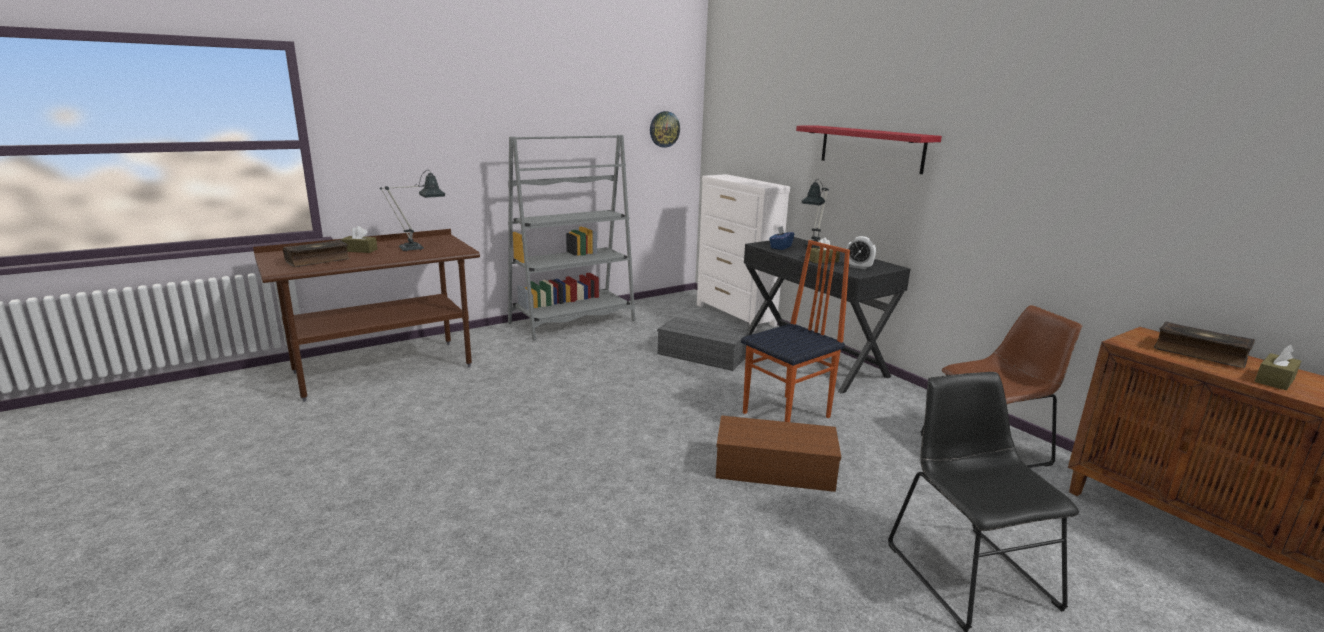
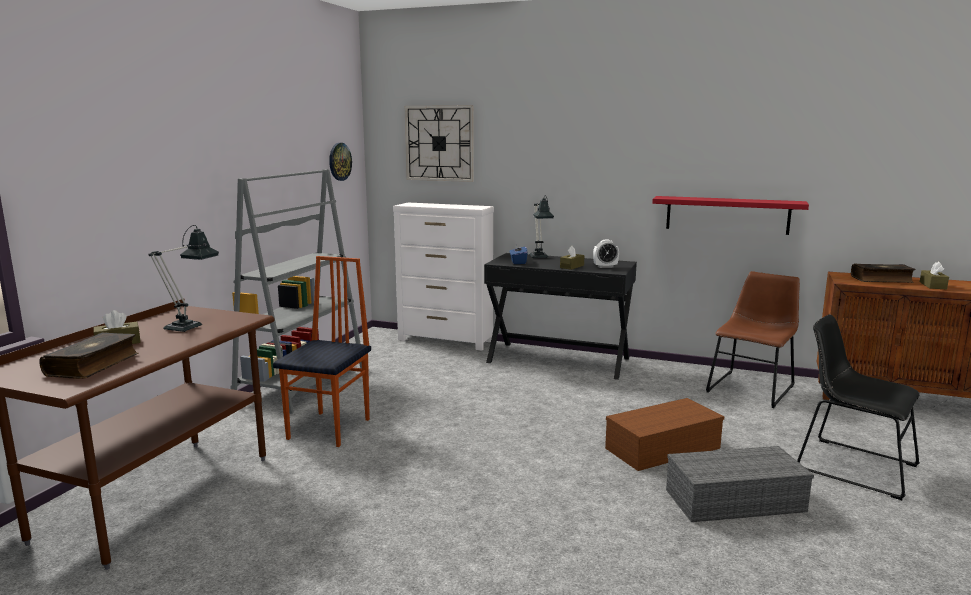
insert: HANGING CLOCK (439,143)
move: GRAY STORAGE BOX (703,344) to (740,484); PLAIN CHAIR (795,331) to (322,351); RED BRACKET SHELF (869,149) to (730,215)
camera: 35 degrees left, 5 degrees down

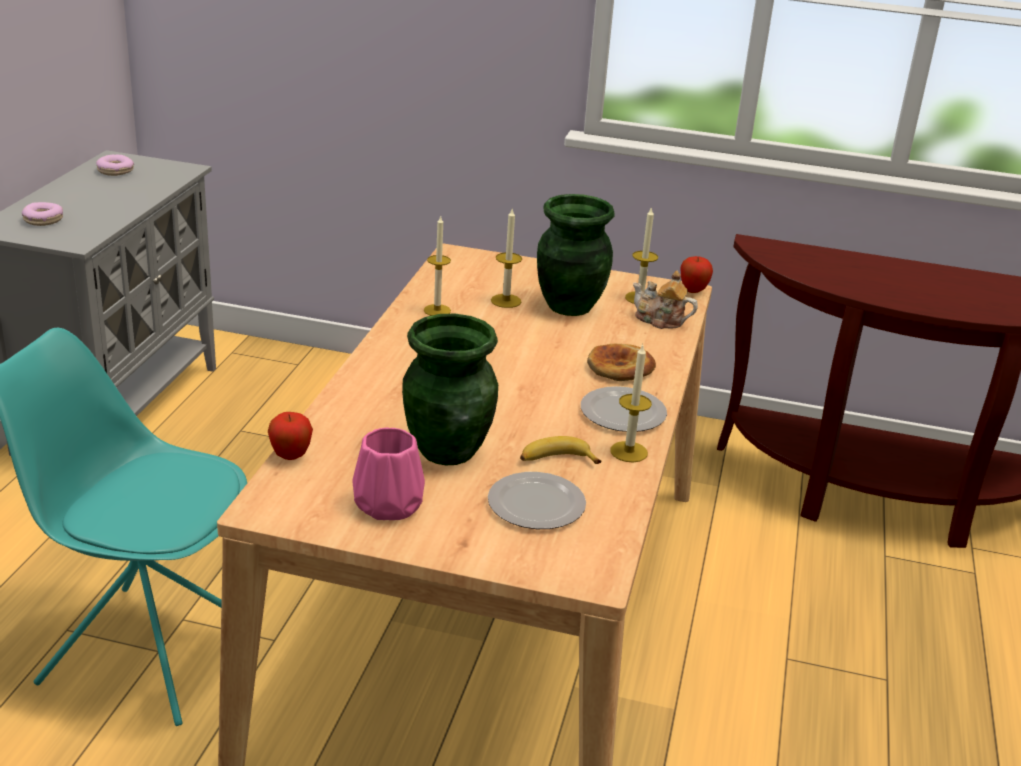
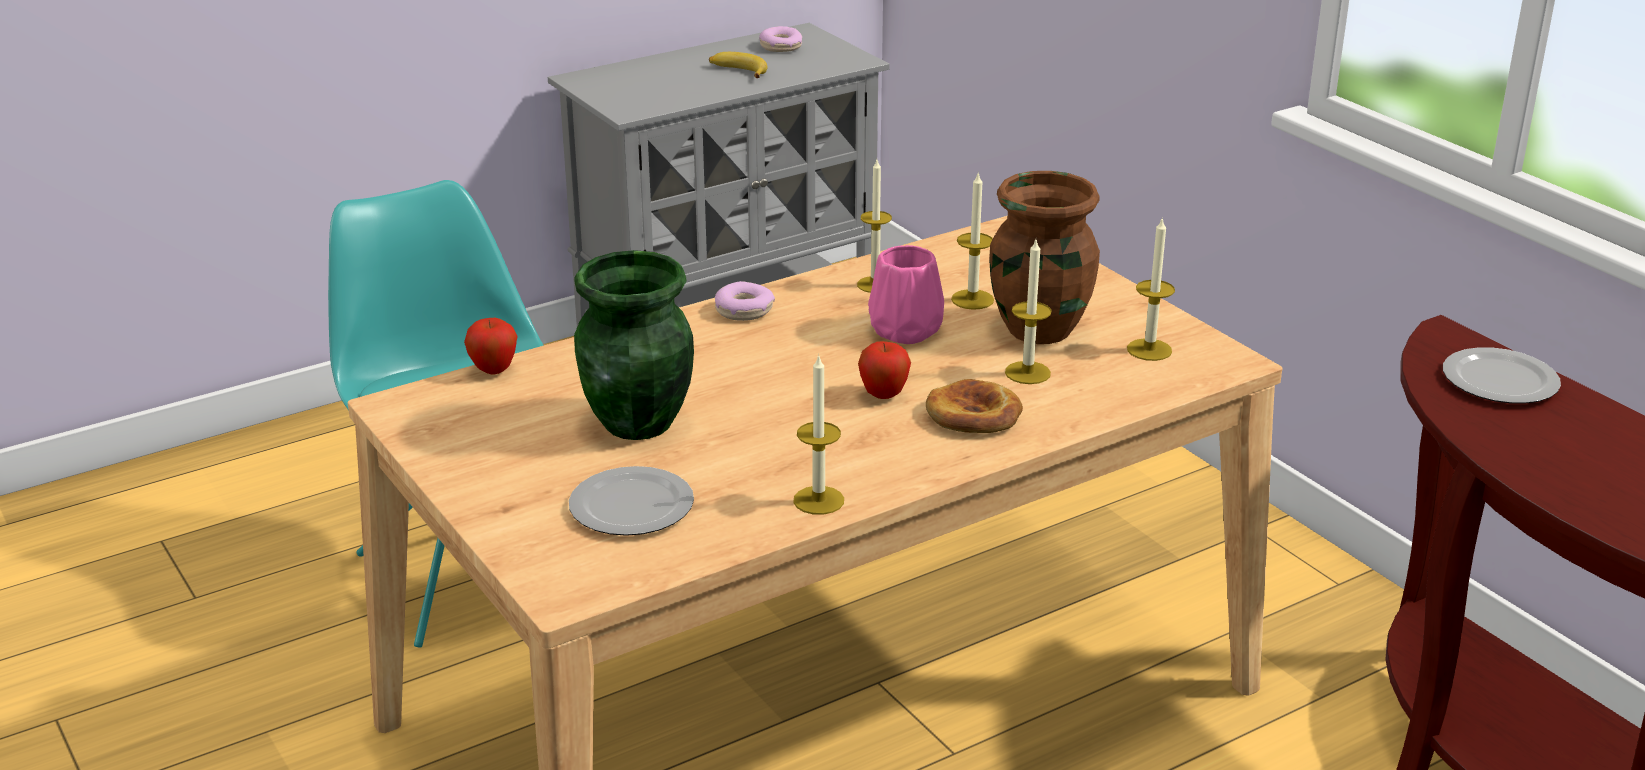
delete: POT FOR TEA (665,300)
insert: CANDLE (1028,312)
move: DONUT (42,214) to (745,301); PINKISH VASE (388,473) to (906,294); WHOLE BANANA (560,450) to (738,65); PLATE (624,409) to (1502,375); WHOLE APPLE (697,274) to (884,370)
recolor: GREEN VASE (576,255) to BROWN-COLOURED VASE (1044,257)
camera: 45 degrees right, 0 degrees up

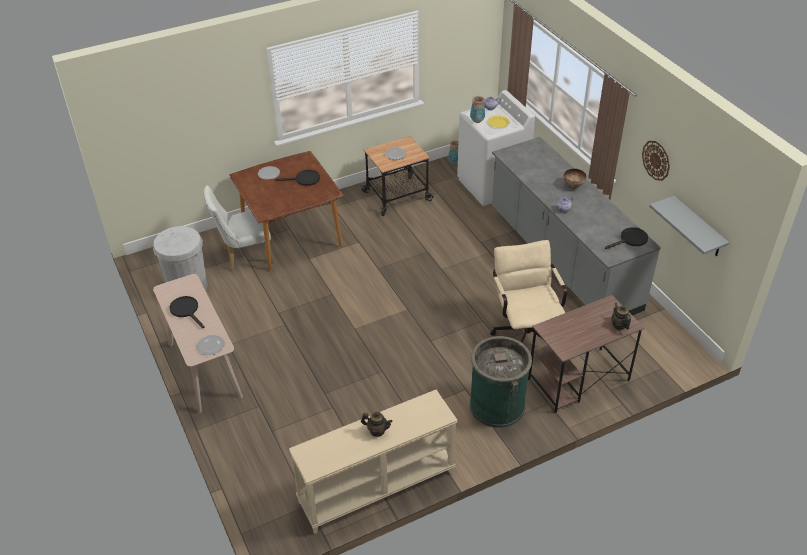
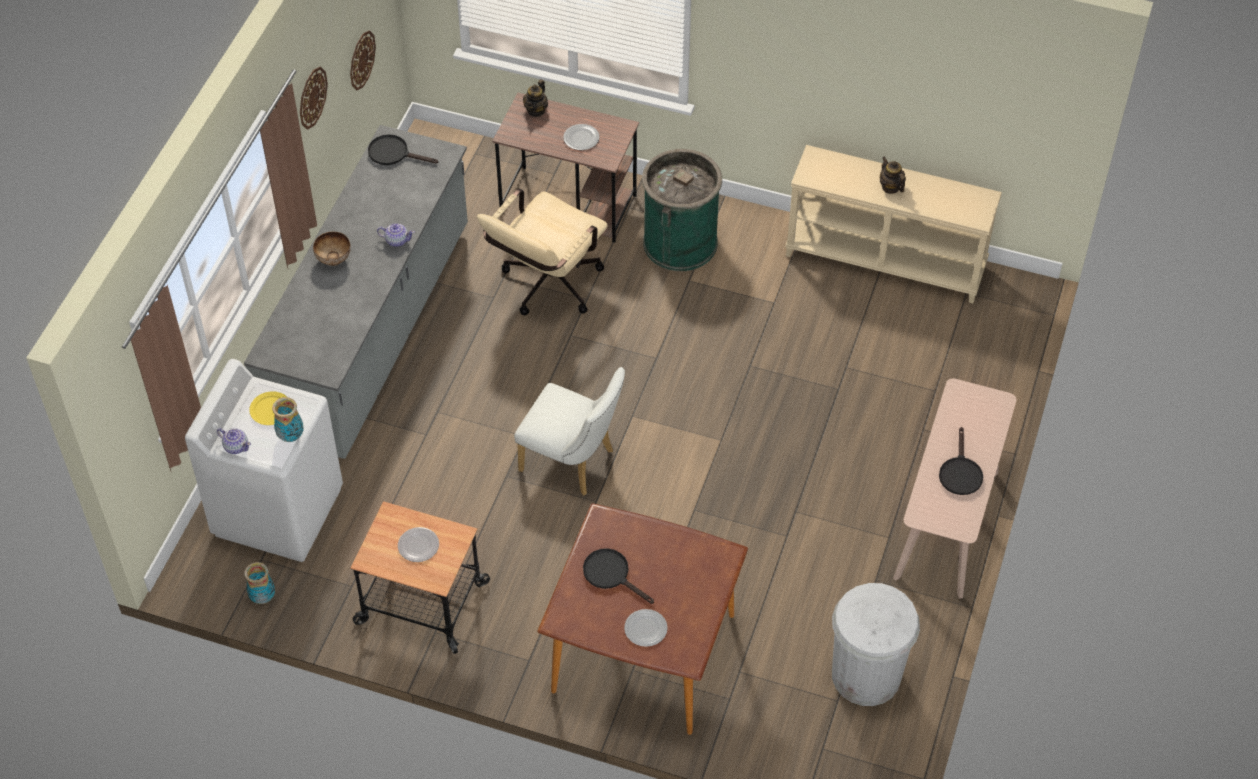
move: PLATE (210,345) to (581,137); WHITISH PLAIN CHAIR (238,227) to (569,431)
replace: GRAY BRACKET SHELF (689,226) to HANGING CLOCK (363,60)
camera: 135 degrees left, 10 degrees up

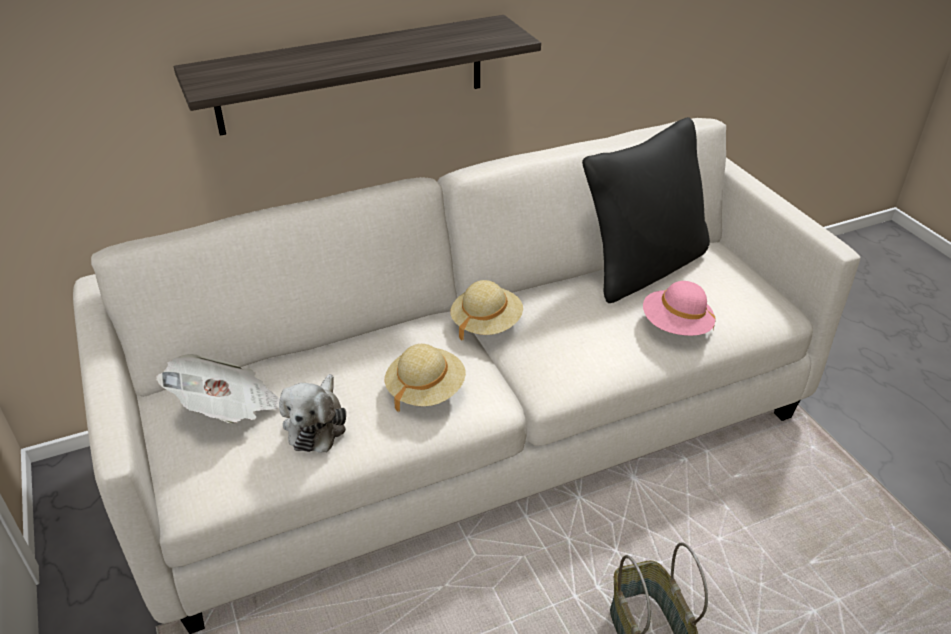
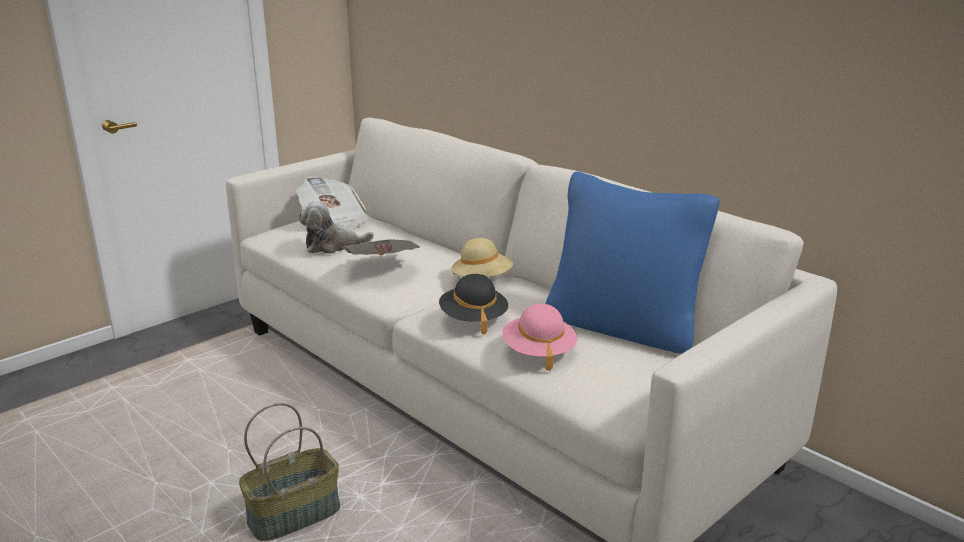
delete: BRACKET SHELF (357,75)
insert: BLACKISH CLOTHING HAT (473,304)
replace: SAND-COLOURED CLOTHING HAT (425,378) to NEWSPAPER (380,247)
recolor: BLACKISH CUSHION (646,210) to BLUE CUSHION (632,262)
camera: 70 degrees right, 15 degrees down

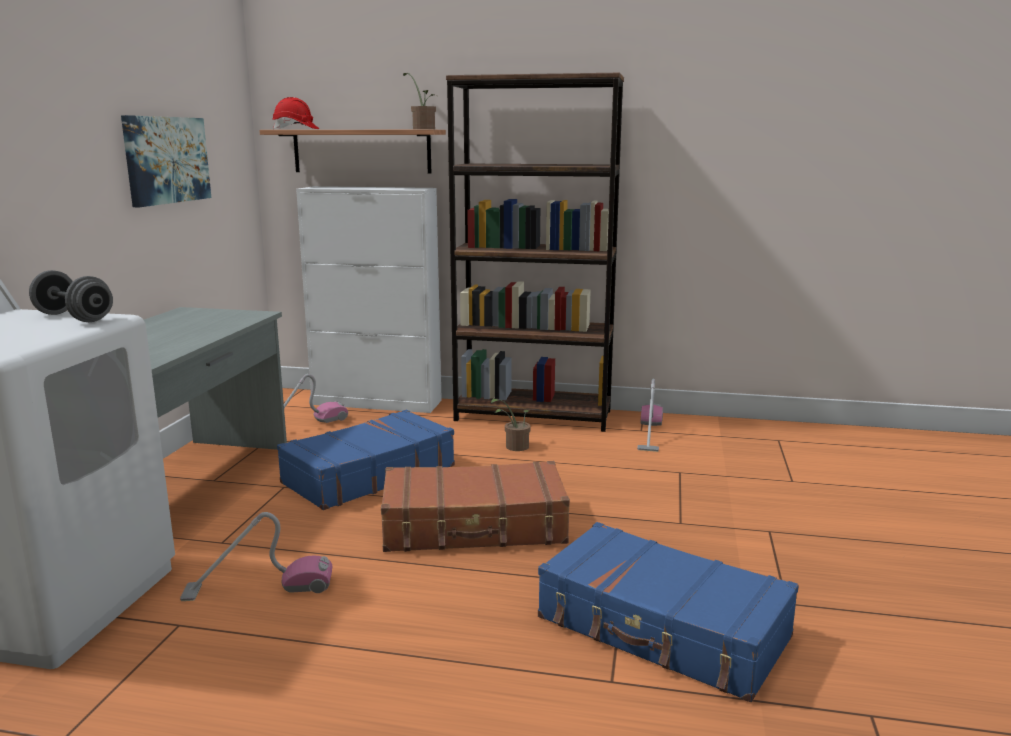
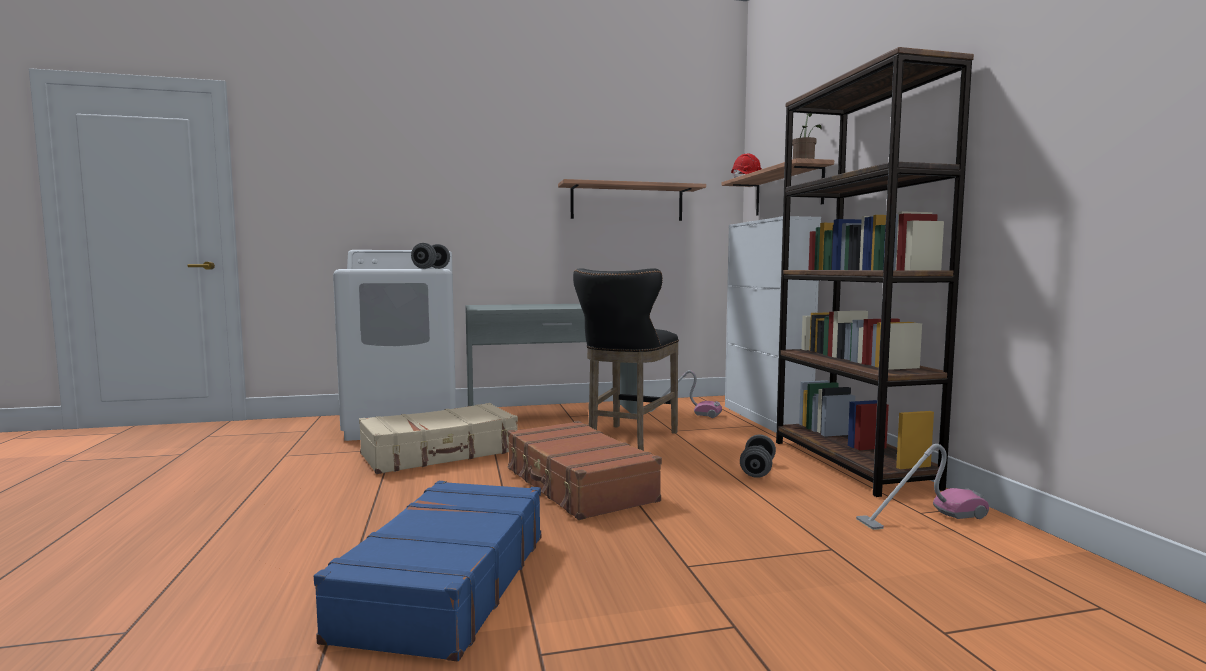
replace: WALL PICTURE (166,161) to BRACKET SHELF (632,200); VACUUM (256,556) to SAND-COLOURED PIECE OF LUGGAGE (438,438); BLUE PIECE OF LUGGAGE (366,460) to BLACKISH SITTING STOOL (626,359); POTTED PLANT (510,425) to GRAY DUMBBELL (758,456)
camera: 65 degrees right, 10 degrees down

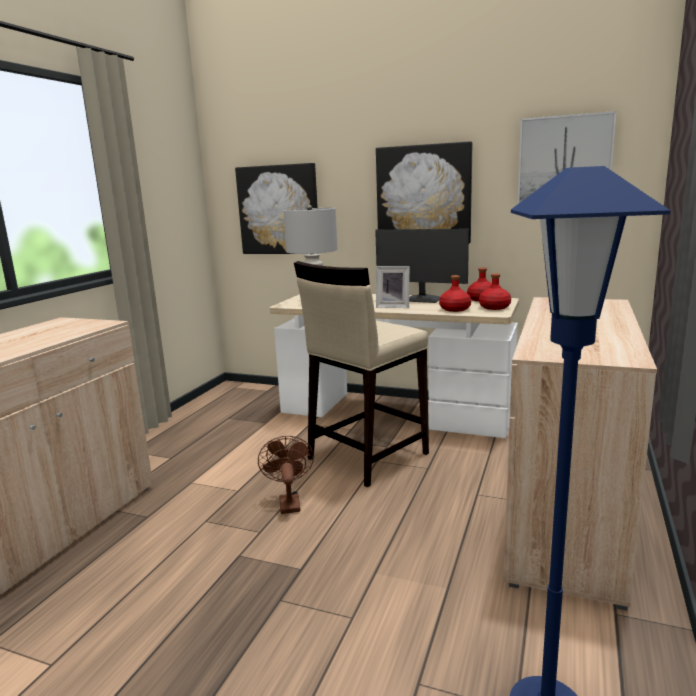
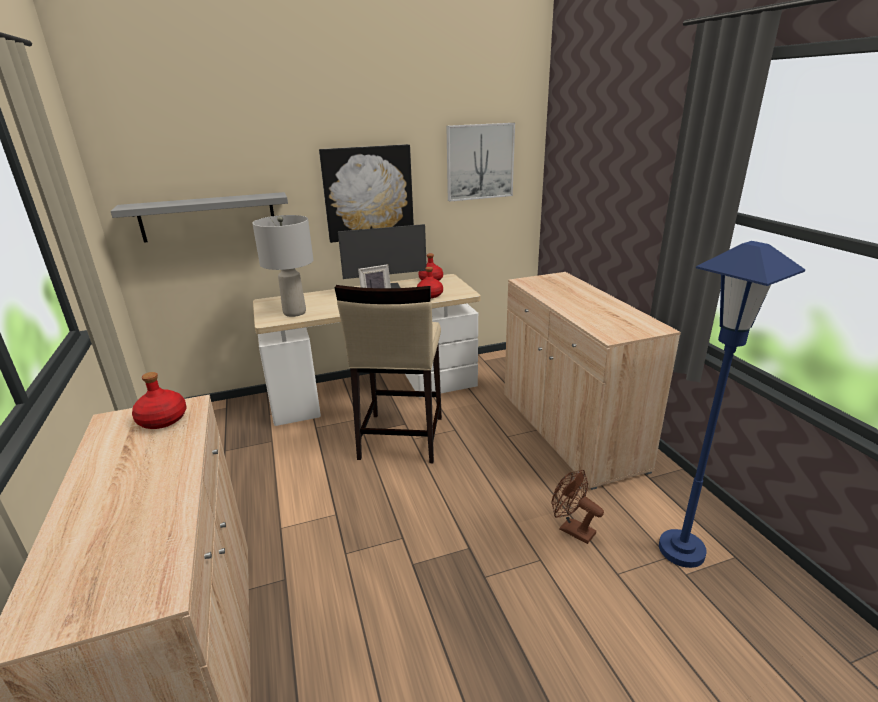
move: BROWN-COLOURED ELECTRIC FAN (286,475) to (577,507); RED DRINK BOTTLE (495,291) to (159,400)
replace: WALL PICTURE (277,208) to GRAY BRACKET SHELF (199,217)
camera: 40 degrees left, 10 degrees up

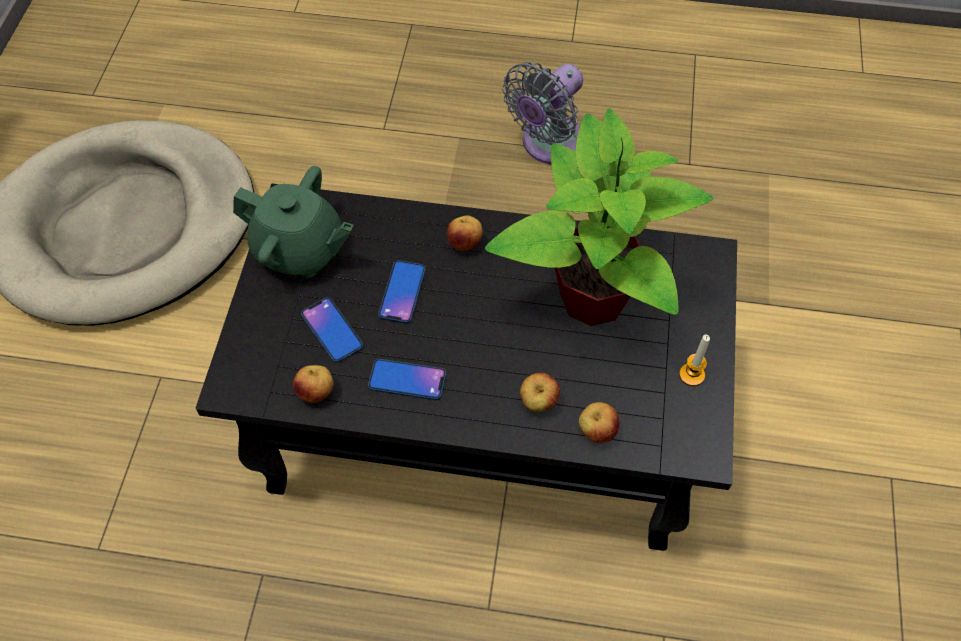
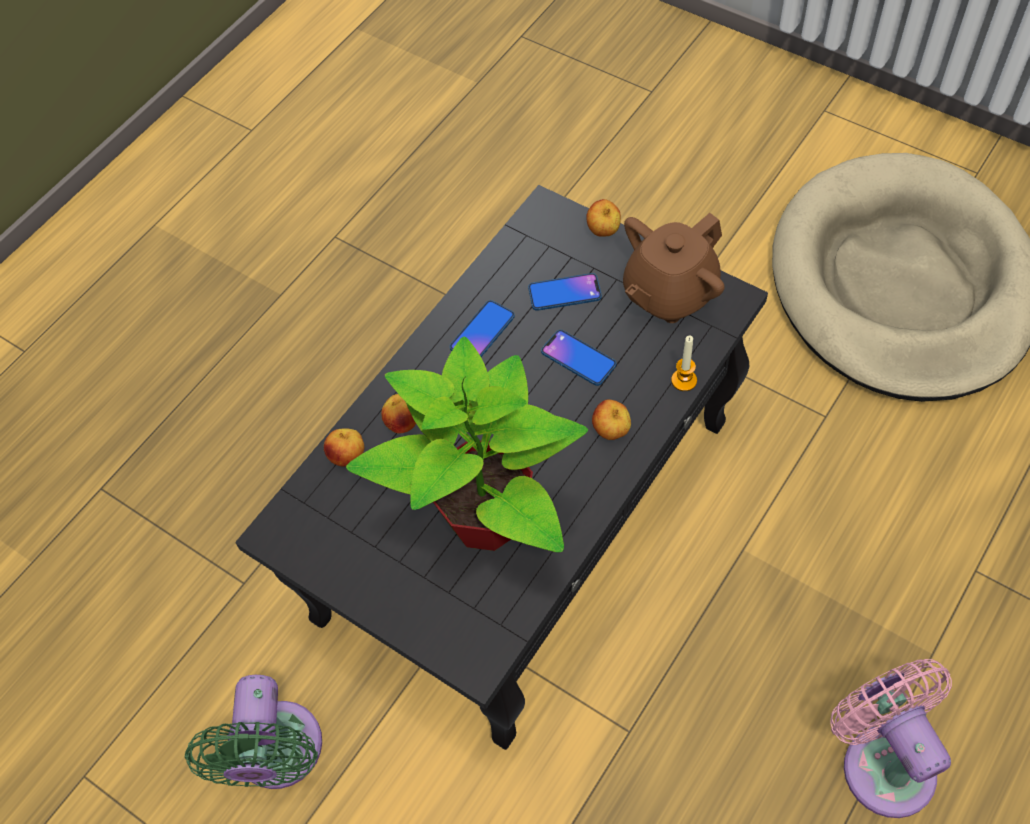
insert: GREEN ELECTRIC FAN (253,732)
move: WHOLE APPLE (313,384) to (603,218); CANDLE (694,360) to (684,363)
recolor: GREEN POT FOR TEA (293,222) to BROWN-COLOURED POT FOR TEA (674,268); GRAY ELECTRIC FAN (542,113) to PINKISH ELECTRIC FAN (891,738)
camera: 120 degrees right, 0 degrees up

